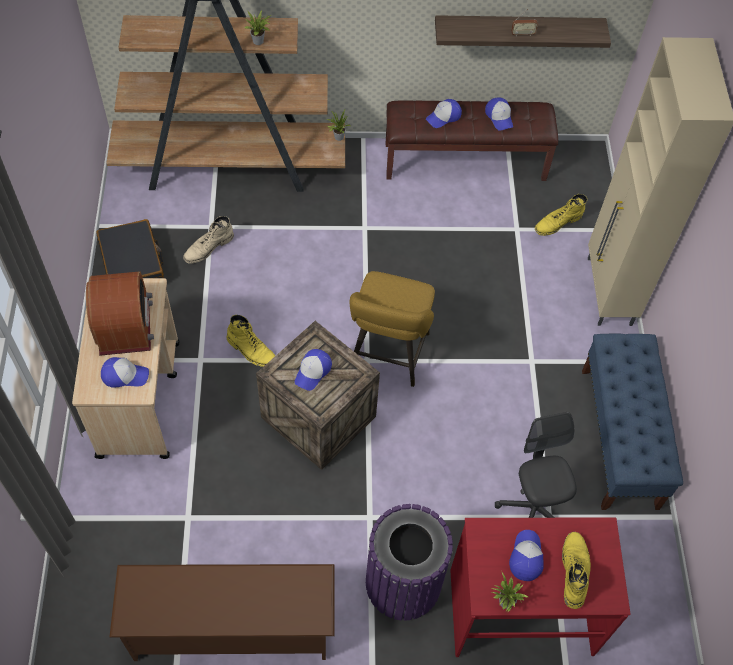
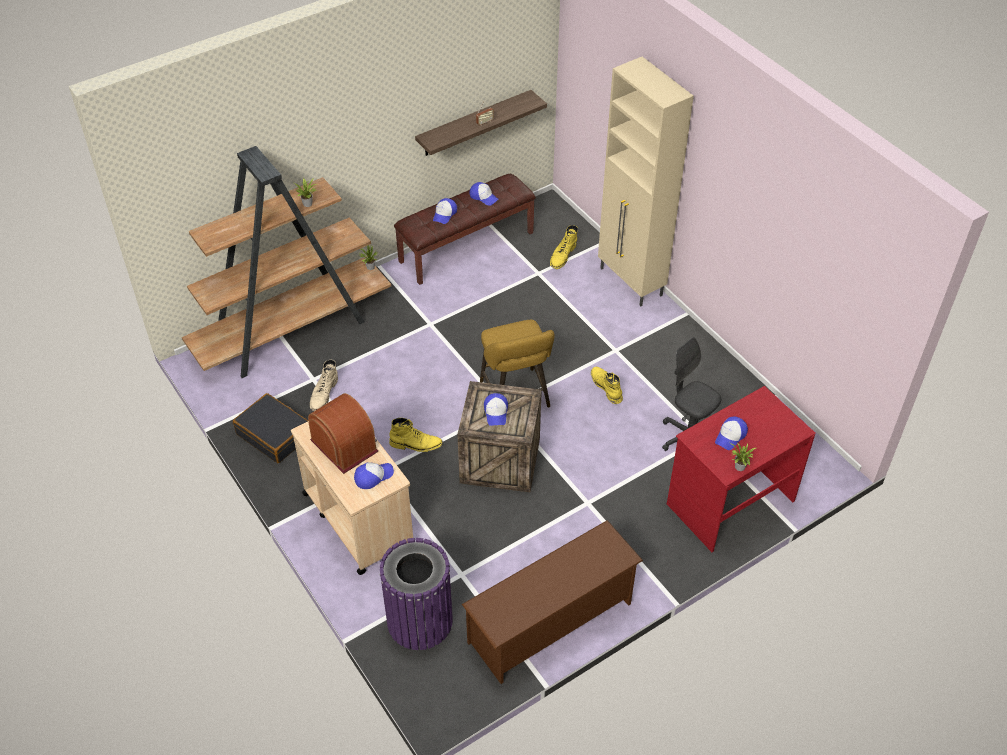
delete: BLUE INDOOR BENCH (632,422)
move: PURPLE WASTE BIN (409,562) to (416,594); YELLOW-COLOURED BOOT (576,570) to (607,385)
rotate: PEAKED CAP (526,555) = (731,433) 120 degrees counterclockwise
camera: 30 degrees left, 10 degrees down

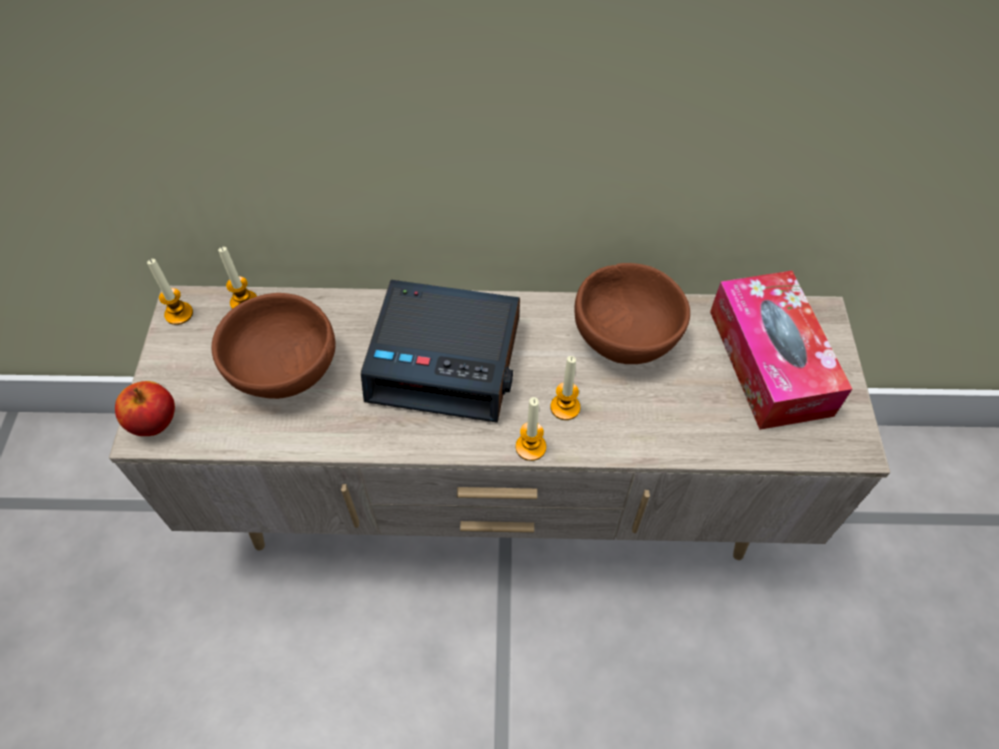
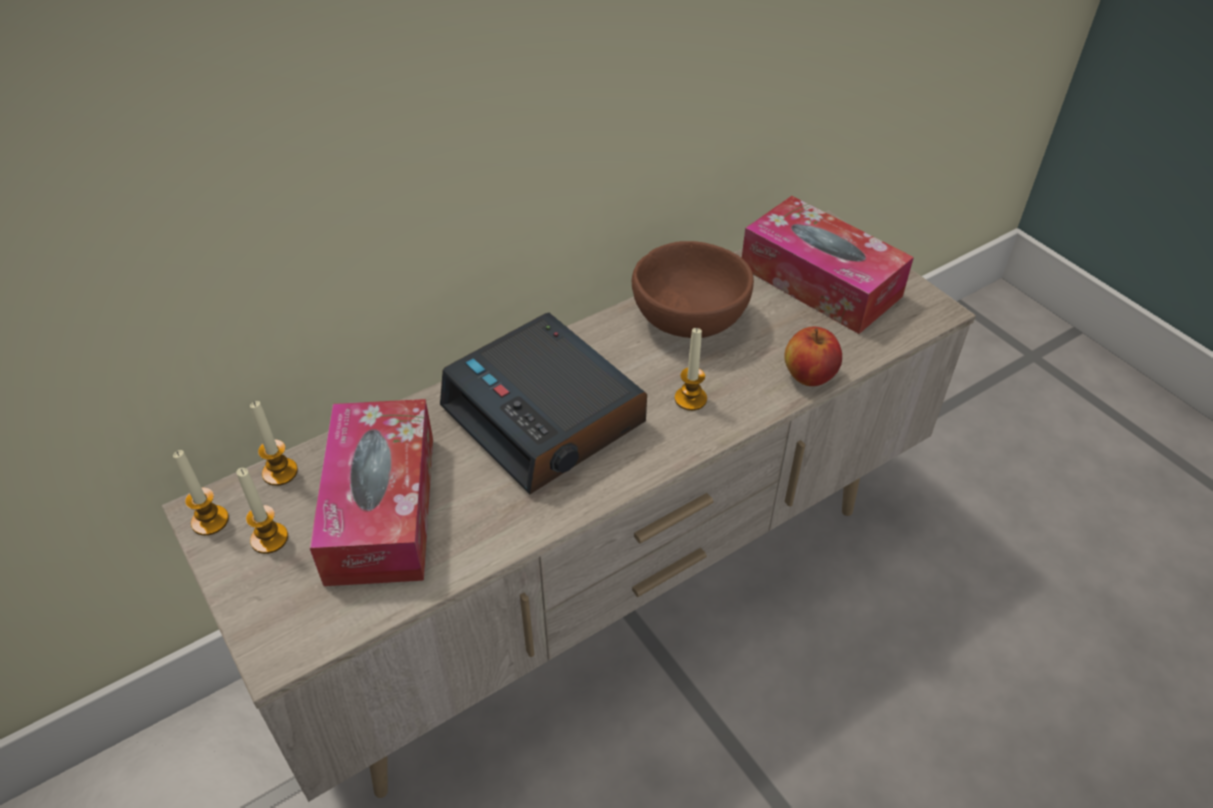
move: WHOLE APPLE (145,408) to (813,356); CANDLE (531,429) to (262,511)
replace: BROWN-COLOURED BOWL (274,346) to TISSUE HOLDER (371,492)
rotate: TABLE CLOCK (440,351) = (543,404) 75 degrees clockwise
camera: 35 degrees left, 10 degrees down

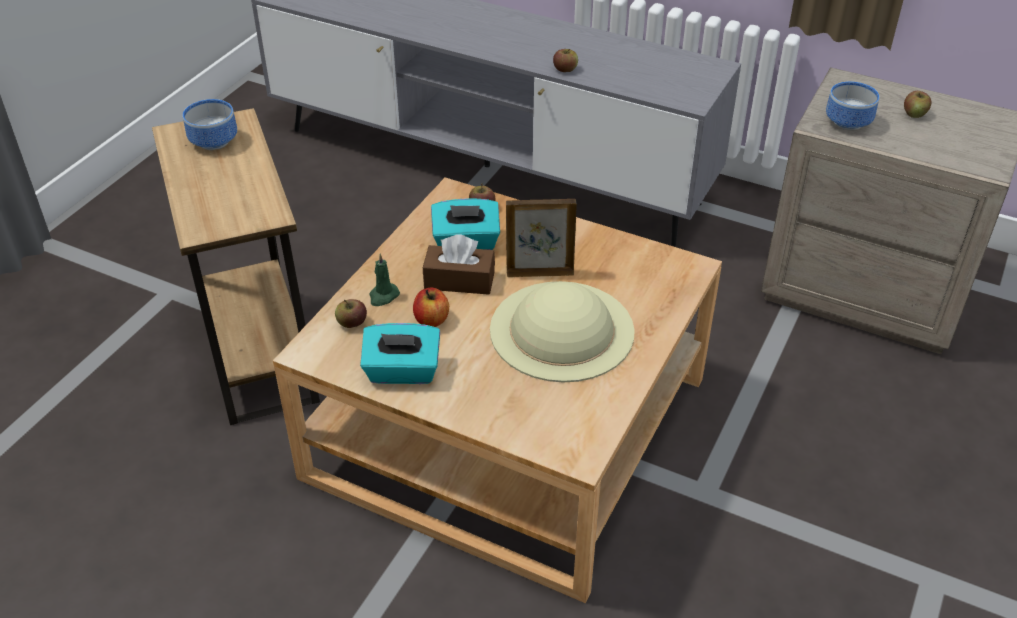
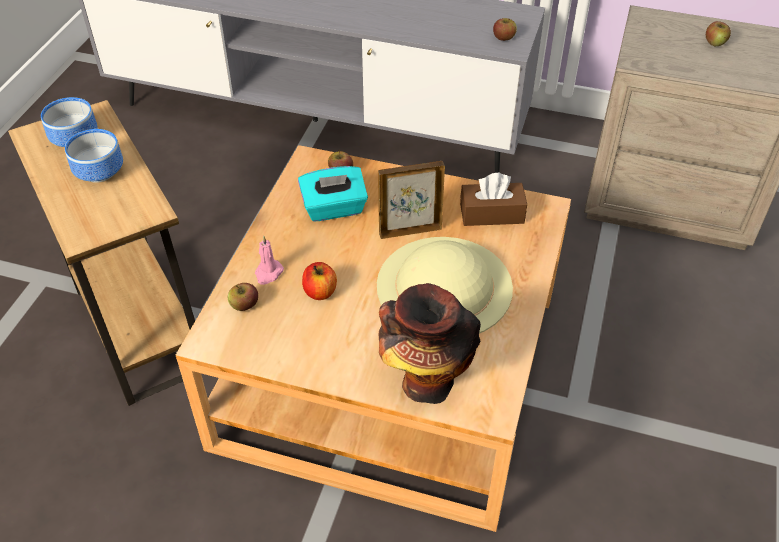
delete: TURQUOISE TISSUE HOLDER (400,353)
insert: VASE (430,343)
move: BROWN-COLOURED TISSUE HOLDER (459,264) to (493,199); WHOLE APPLE (565,60) to (505,29); BOWL (852,105) to (94,156)
recolor: GREEN CANDLE (384,280) to PINKISH CANDLE (269,260)
camera: 10 degrees left, 5 degrees up

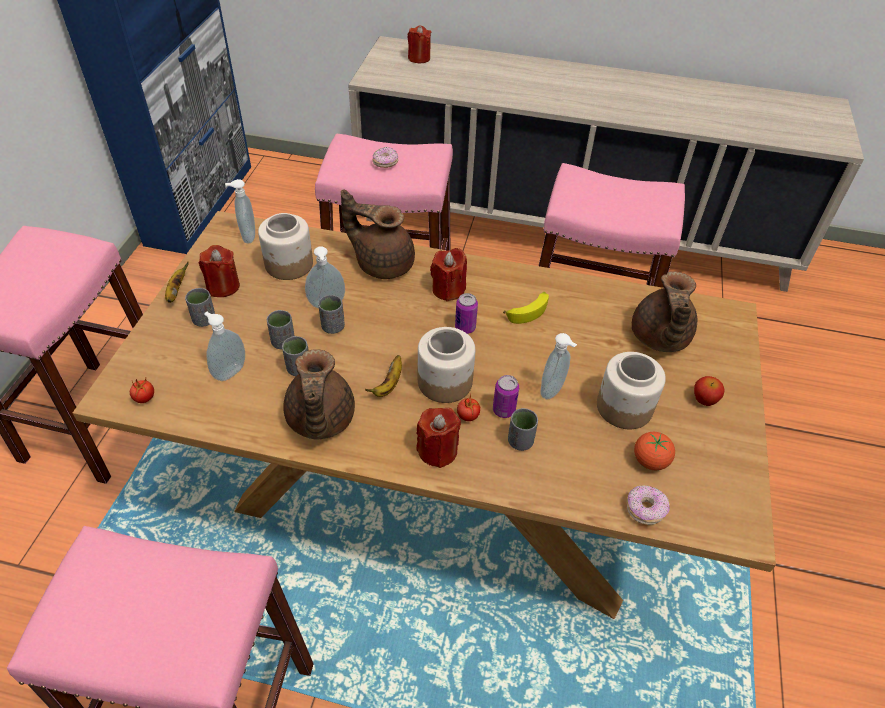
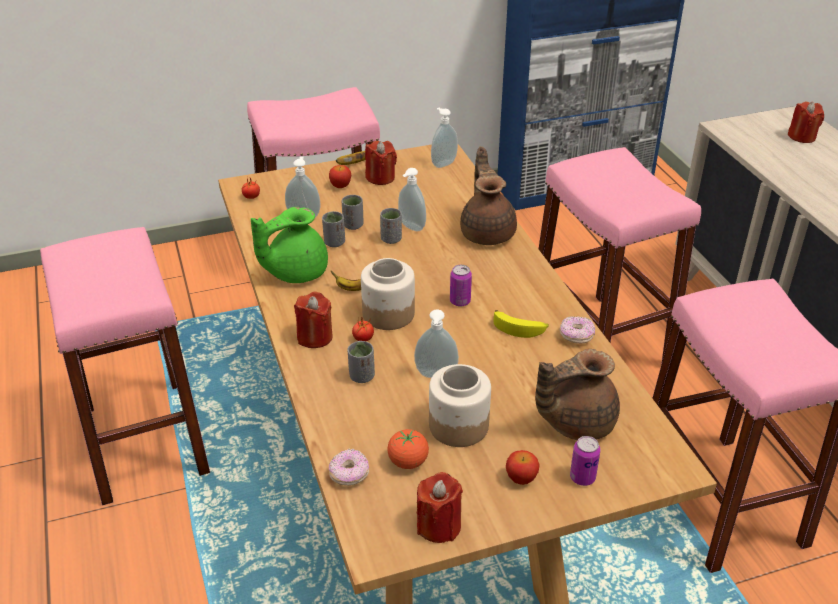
delete: STORAGE JAR (285,246)
move: DONUT (385,157) to (577,330); RED CANDLE (448,275) to (440,507); CAN (506,396) to (585,461)
replace: GRAY SMALL CUP (200,307) to WHOLE APPLE (340,176)
recolor: BROWN-COLOURED POT FOR TEA (319,394) to GREEN POT FOR TEA (289,245)
camera: 60 degrees right, 10 degrees down

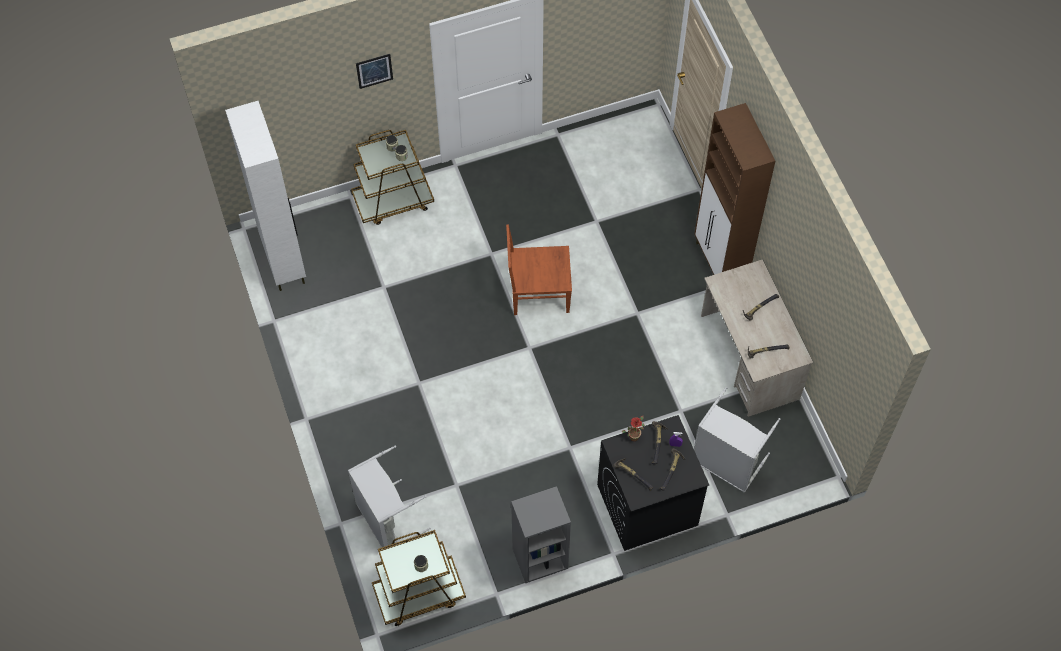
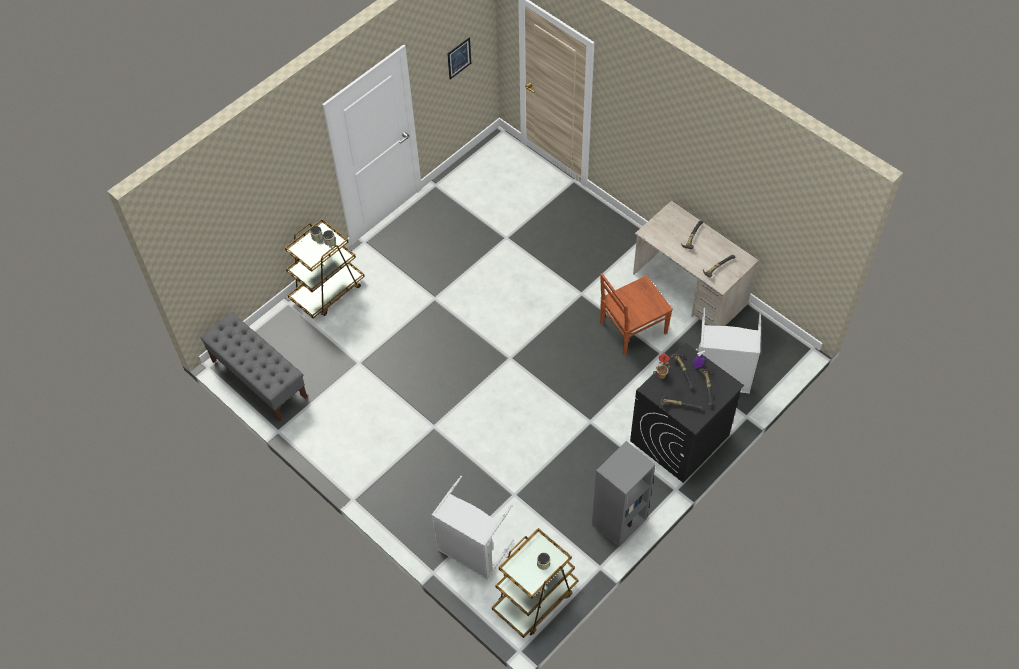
delete: BROWN-COLOURED STORAGE CABINET (734,189)
move: WALL PICTURE (374,71) to (459,58); BROWN-COLOURED PLAIN CHAIR (539,270) to (636,314)
replace: WHITISH STORAGE CABINET (265,196) to GRAY INDOOR BENCH (253,367)
camera: 25 degrees left, 5 degrees down

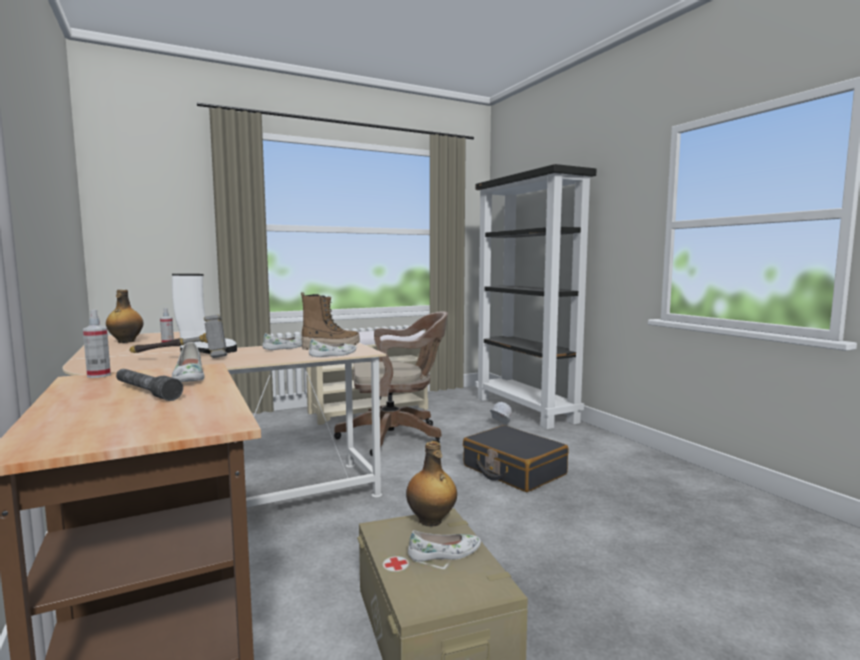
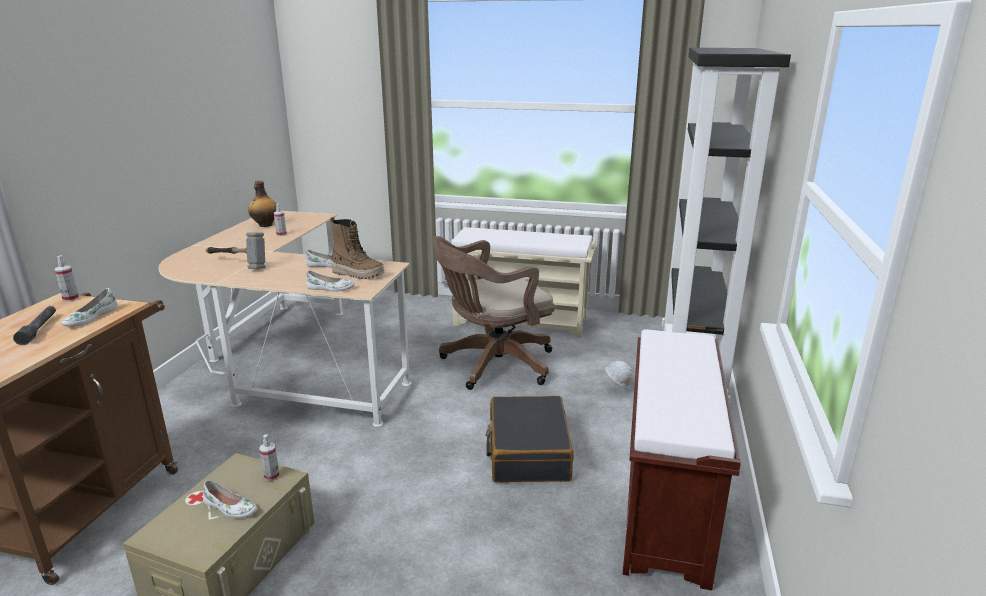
delete: WHITISH BOOT (204,314)
insert: BROWN-COLOURED INDOOR BENCH (682,460)
replace: DRINK BOTTLE (431,484) to SPRAY BOTTLE (270,457)
rotate: BROWN-COLOURED DESK CHAIR (391,383) = (494,313) 120 degrees clockwise
camera: 40 degrees right, 15 degrees up

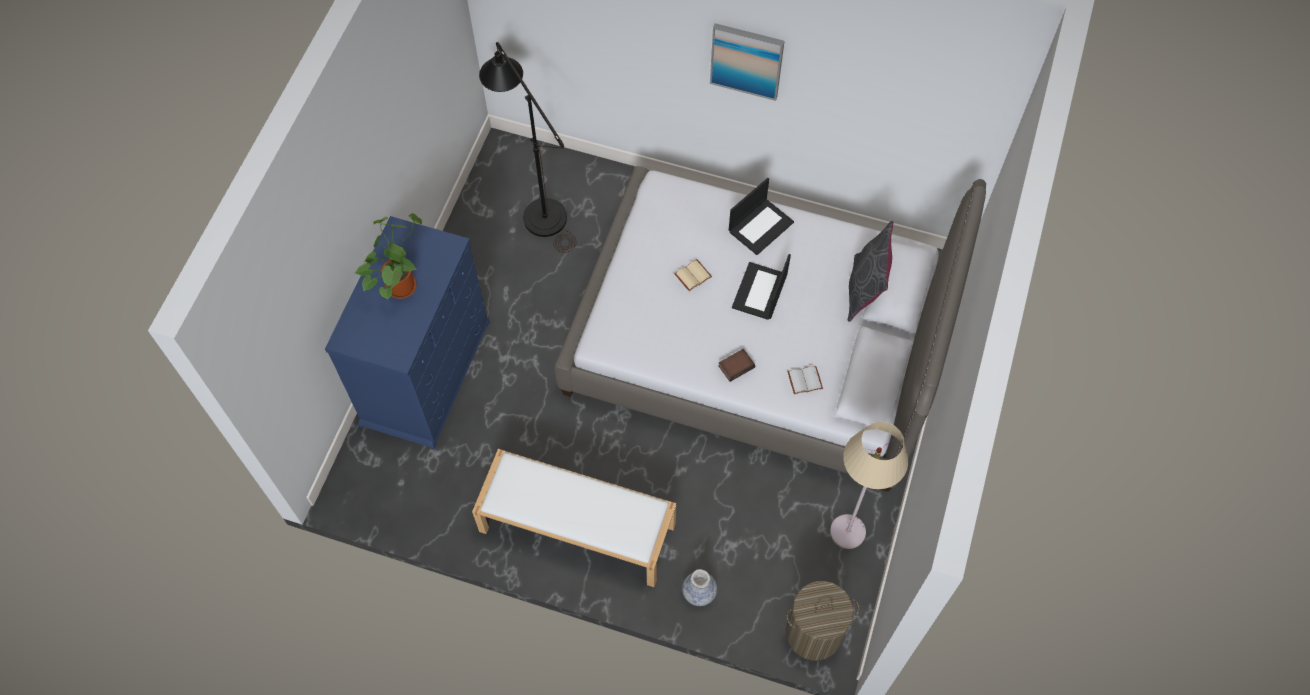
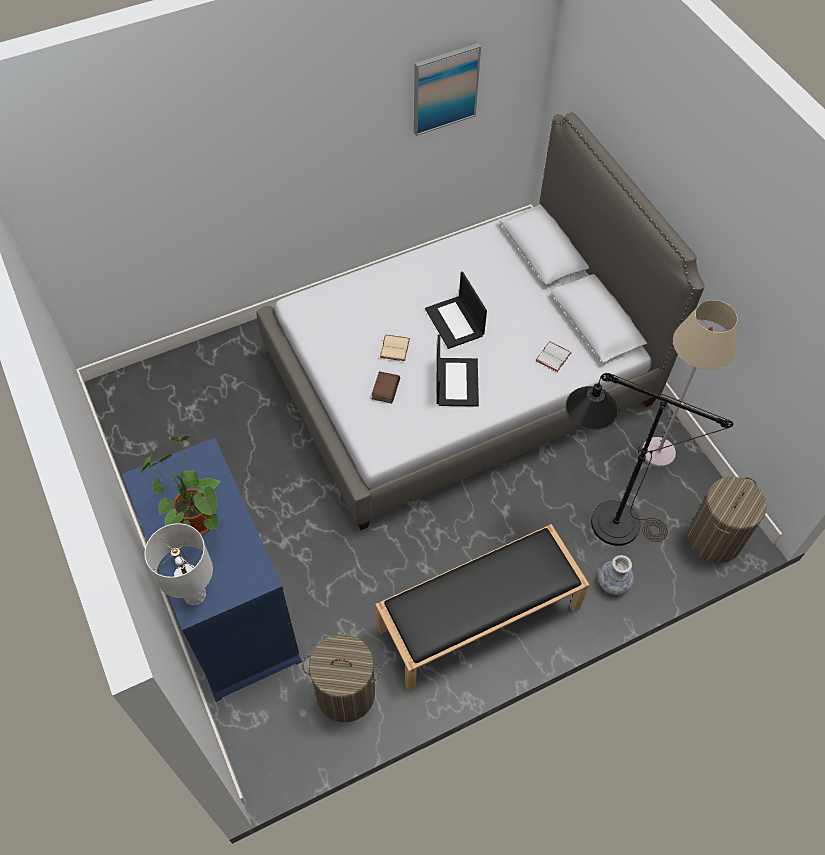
delete: GRAY CUSHION (871,271)
insert: WHITISH TABLE LAMP (178,564); LAUNDRY BASKET (341,678)
move: BLACKISH FLOOR LAMP (528,147) to (649,459); WALL PICTURE (747,62) to (447,89); BOUND BOOK (736,365) to (385,387); NOTEBOOK COMPUTER (761,216) to (458,371)
recolor: WHITISH INDOOR BENCH (574,518) to BLACKISH INDOOR BENCH (482,608)
camera: 45 degrees left, 5 degrees down

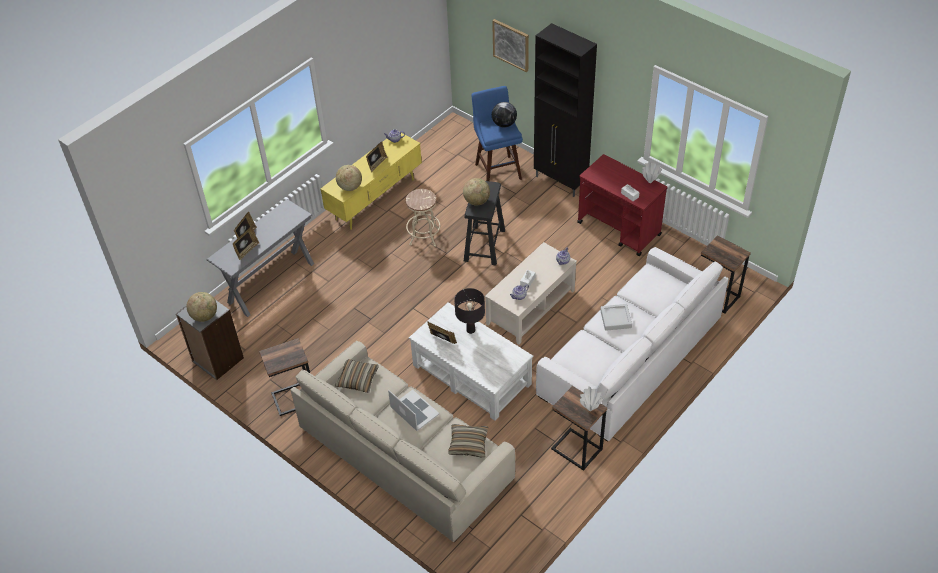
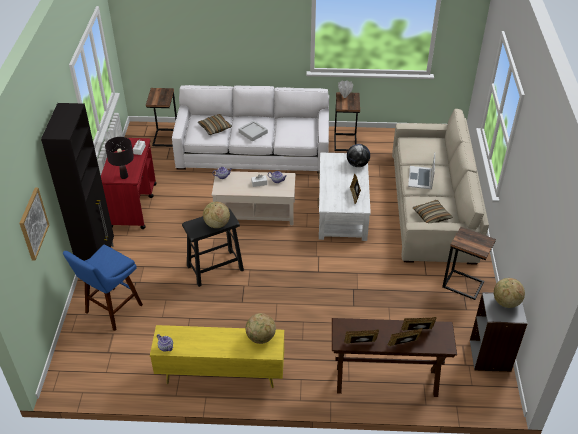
delete: SAND-COLOURED SITTING STOOL (423,218)
move: PHOTO FRAME (376,156) to (361,336); CUSHION (468,440) to (215,124); BLACKISH TABLE LAMP (469,311) to (119,158); DESK GLOBE (504,114) to (358,155)
recolor: GRAY HALL TABLE (260,258) to BROWN-COLOURED HALL TABLE (394,357)
camera: 130 degrees left, 5 degrees down

